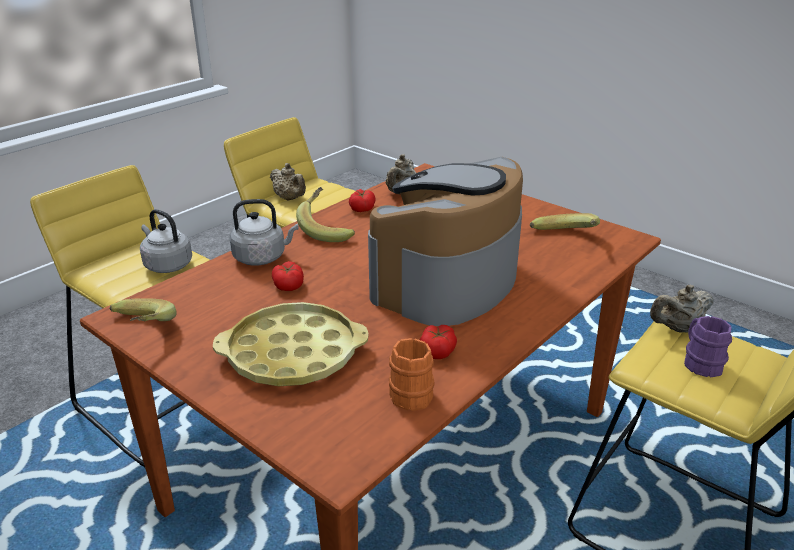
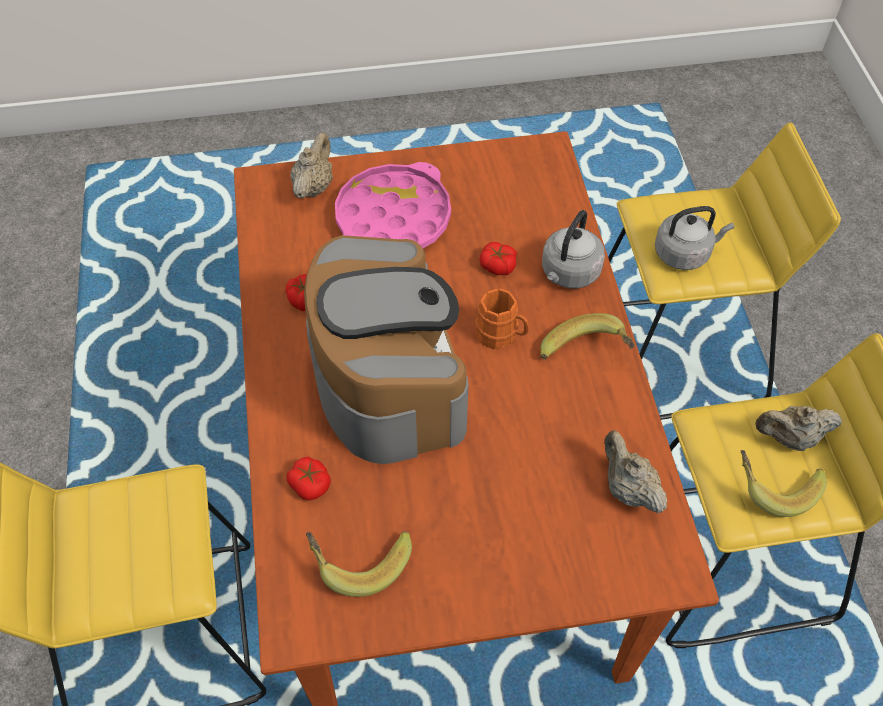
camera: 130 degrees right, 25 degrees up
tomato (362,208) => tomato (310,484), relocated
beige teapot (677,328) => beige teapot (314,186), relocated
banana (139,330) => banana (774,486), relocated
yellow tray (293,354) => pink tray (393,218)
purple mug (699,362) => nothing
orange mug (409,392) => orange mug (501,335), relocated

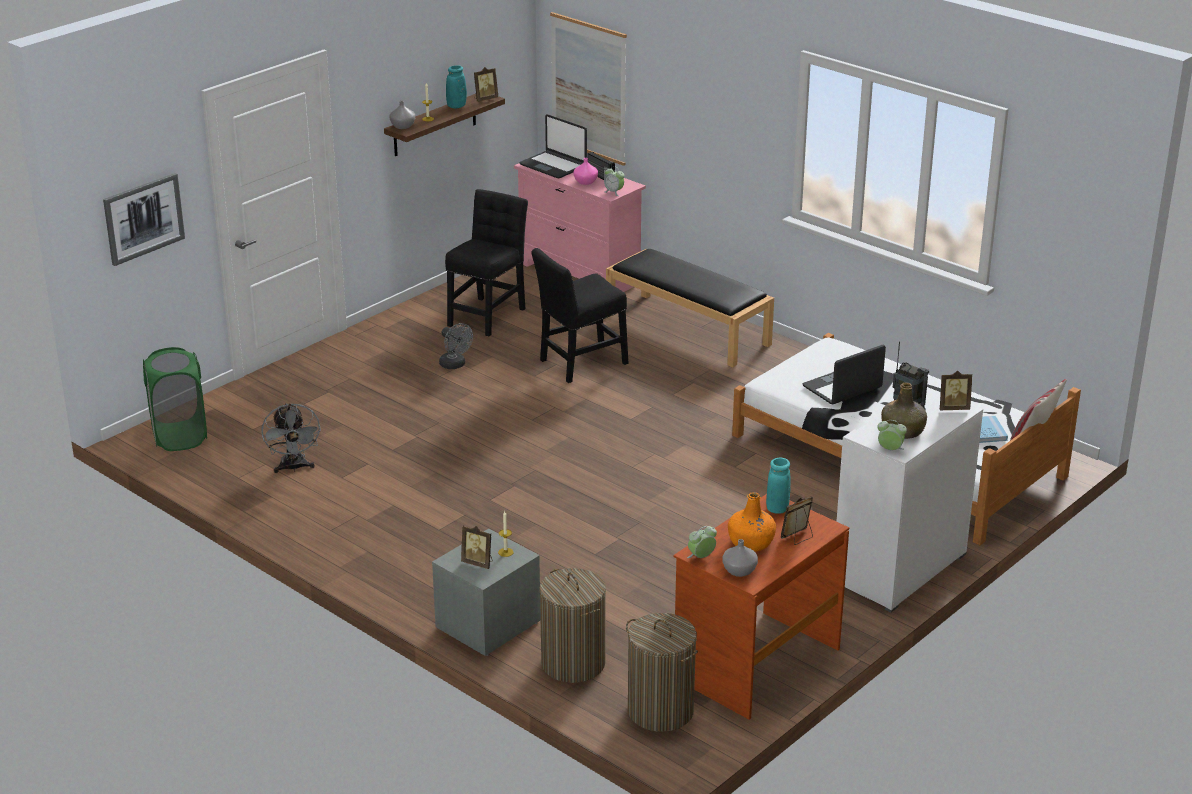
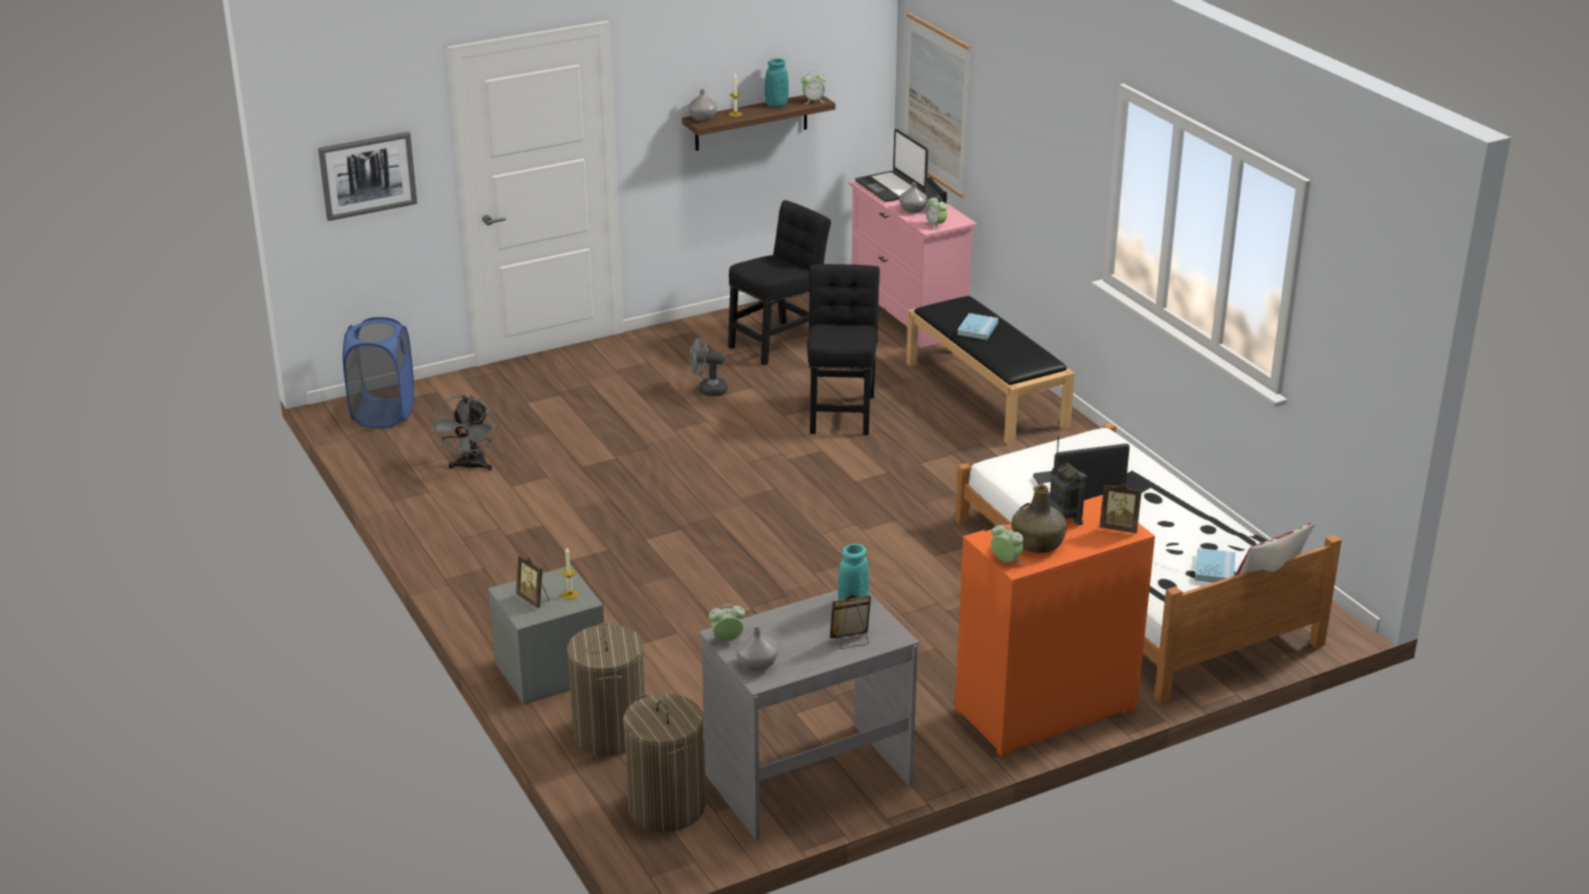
camera: 20 degrees right, 0 degrees up
picture frame (485,99) => alarm clock (813,101)
pink vase (585,182) => grey vase (912,210)
black chair (580,363) => black chair (841,411), 105 degrees clockwise
grey fan (455,365) => grey fan (707,390), 120 degrees clockwise
green laundry basket (179,436) => blue laundry basket (383,414)
white cabinet (900,570) => orange cabinet (1045,711)
orange bottle (751,542) => nothing
brown desk (756,662) => grey desk (807,778)
nothing => blue book (977,328)

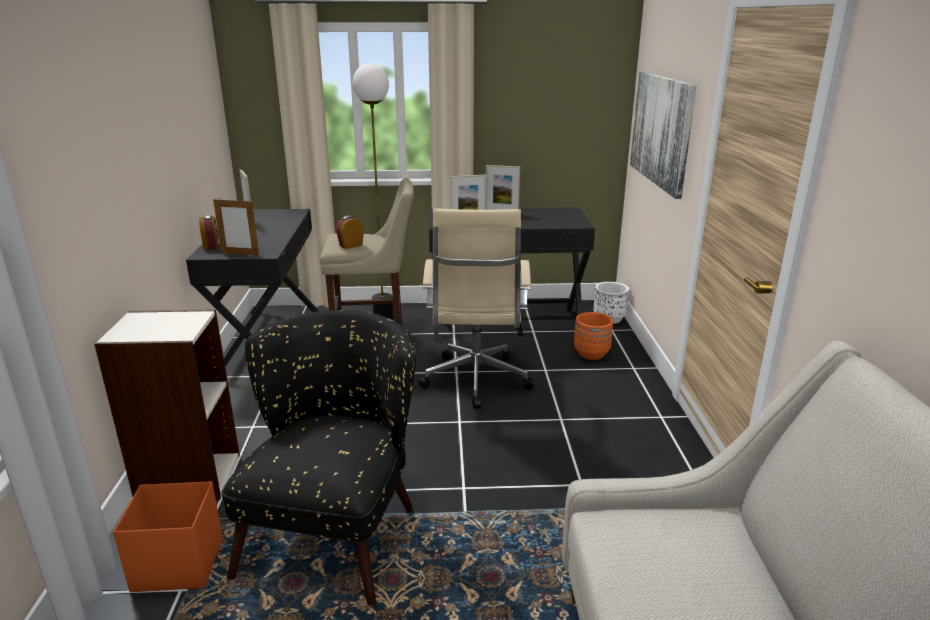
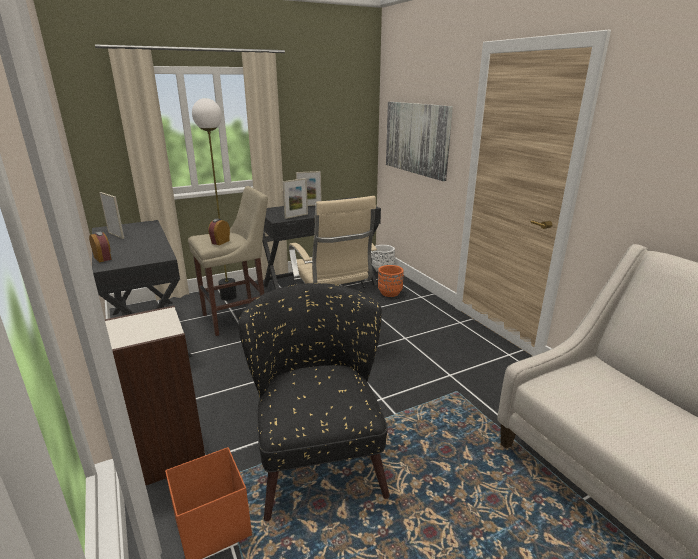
camera: 25 degrees left, 0 degrees up
picture frame (240,253) => nothing

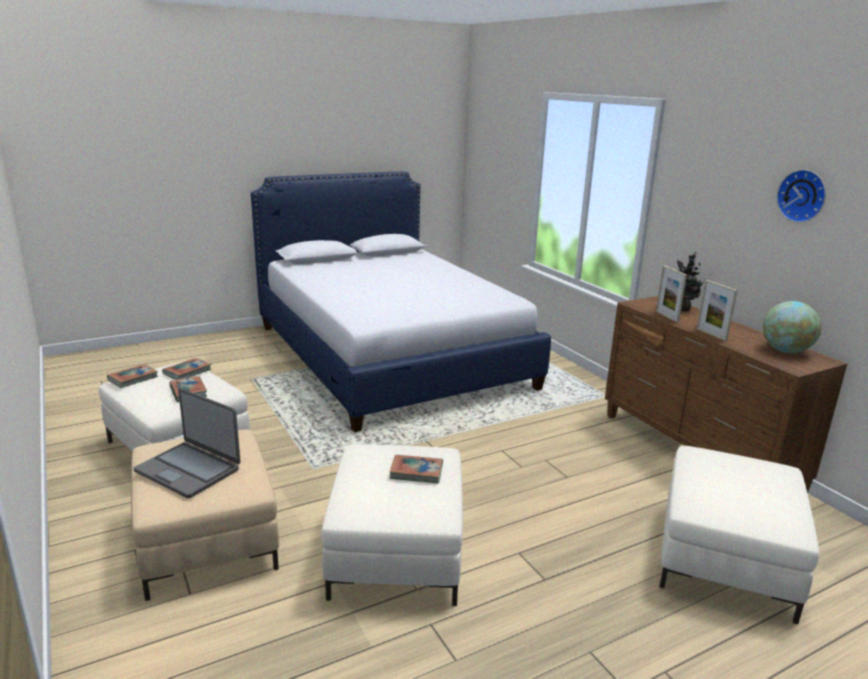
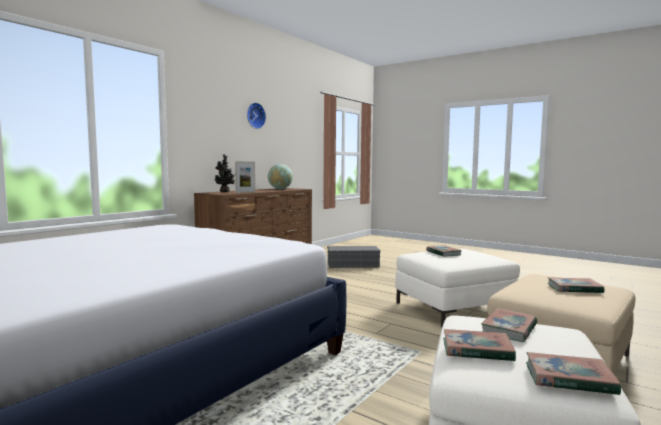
camera: 115 degrees left, 15 degrees down
picture frame (711,334) => nothing
laptop (189,470) => book (574,288)
white ottoman (725,559) => grey storage box (353,264)

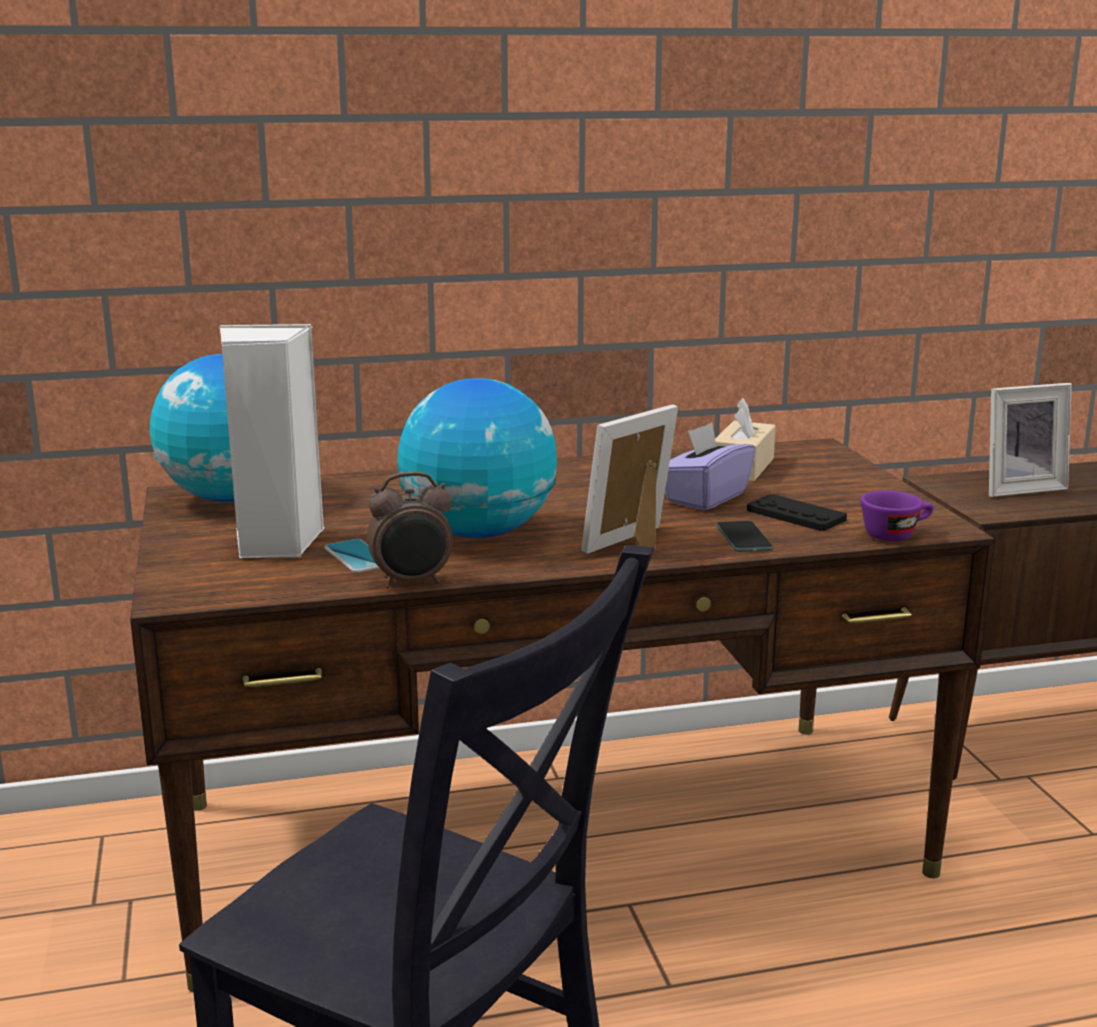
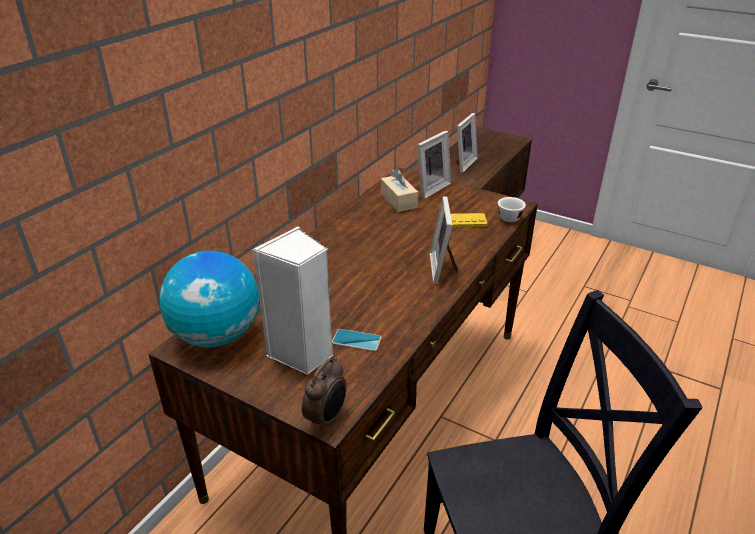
camera: 45 degrees left, 15 degrees up
globe (478,533) => nothing
purple tissue box (705,498) => nothing
alarm clock (412,583) => alarm clock (327,418), relocated
purple cup (895,534) => white cup (510,216)
black game controller (796,515) => yellow game controller (464,221)
phone (743,538) => nothing
nothing => picture frame (430,188)

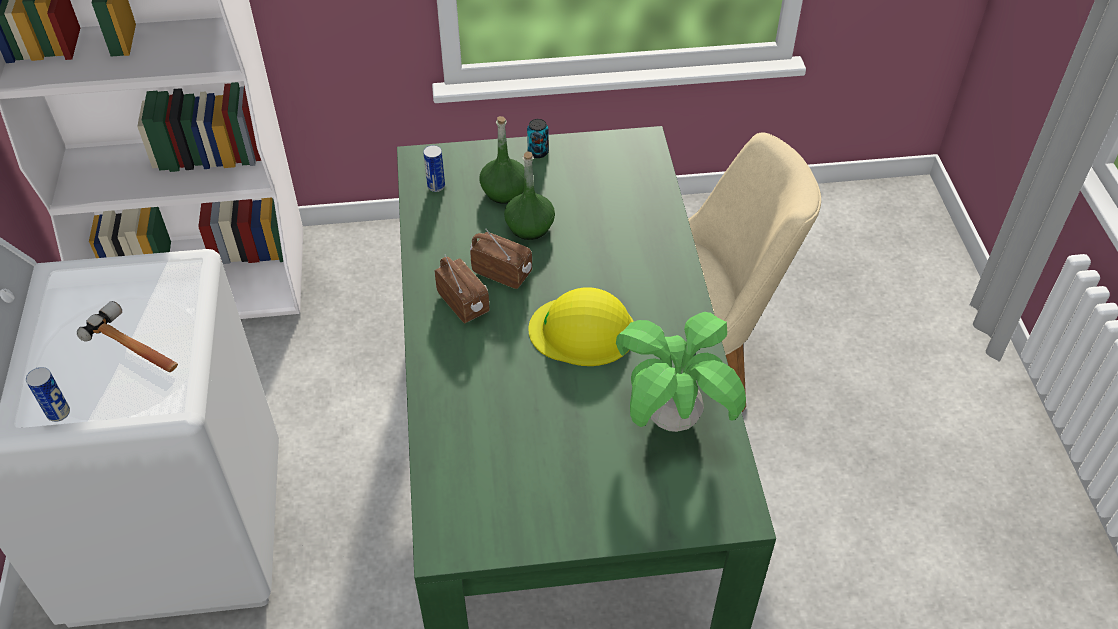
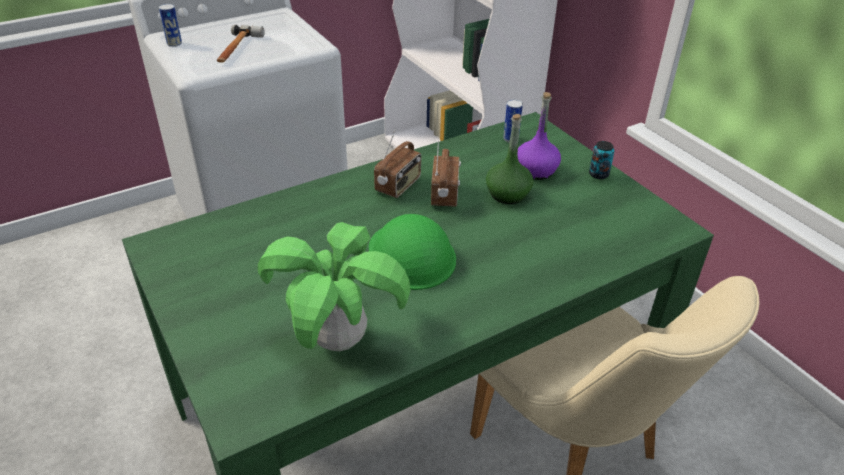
camera: 65 degrees right, 10 degrees down
green bottle (504,191) => purple bottle (536,171)
yellow hard hat (583,331) => green hard hat (411,255)

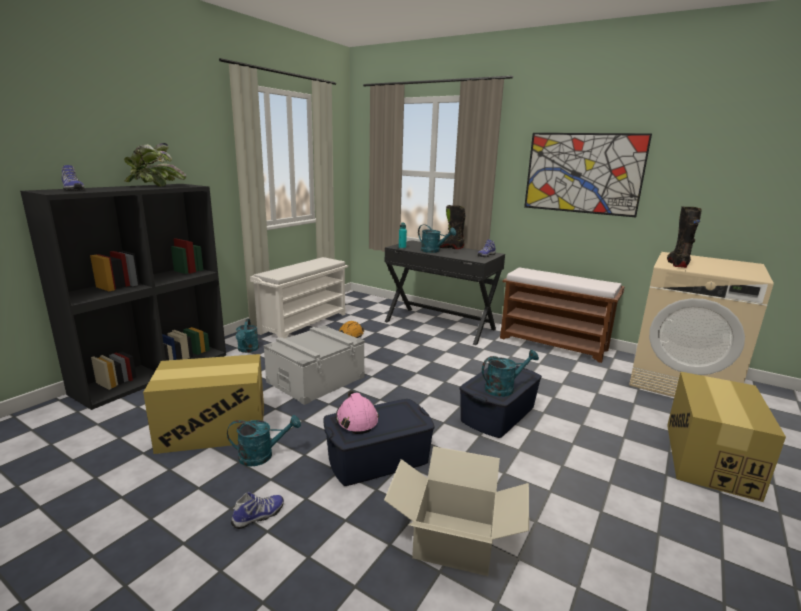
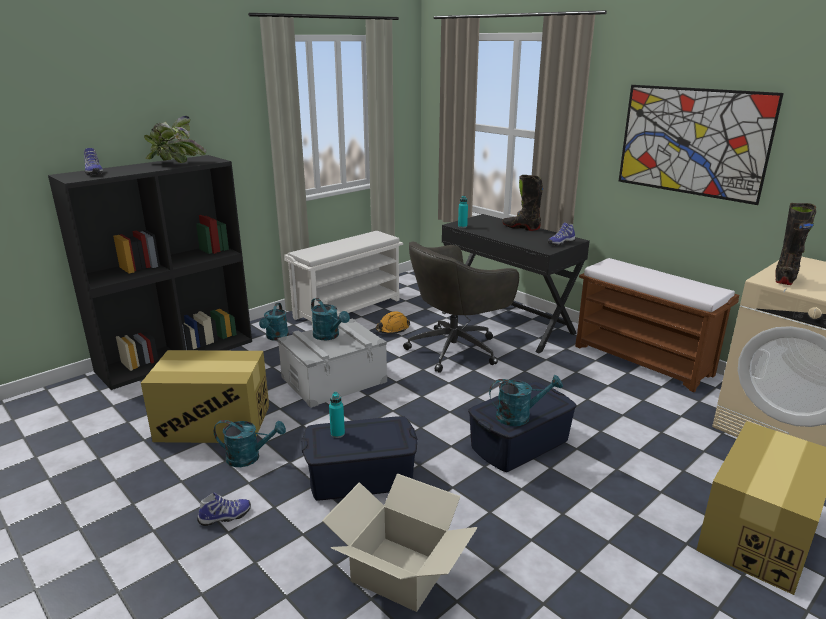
camera: 15 degrees right, 5 degrees up
turquoise watering can (433,251) => turquoise watering can (329,336), relocated
pink hard hat (356,419) => turquoise bottle (337,434)
nothing => grey office chair (456,349)

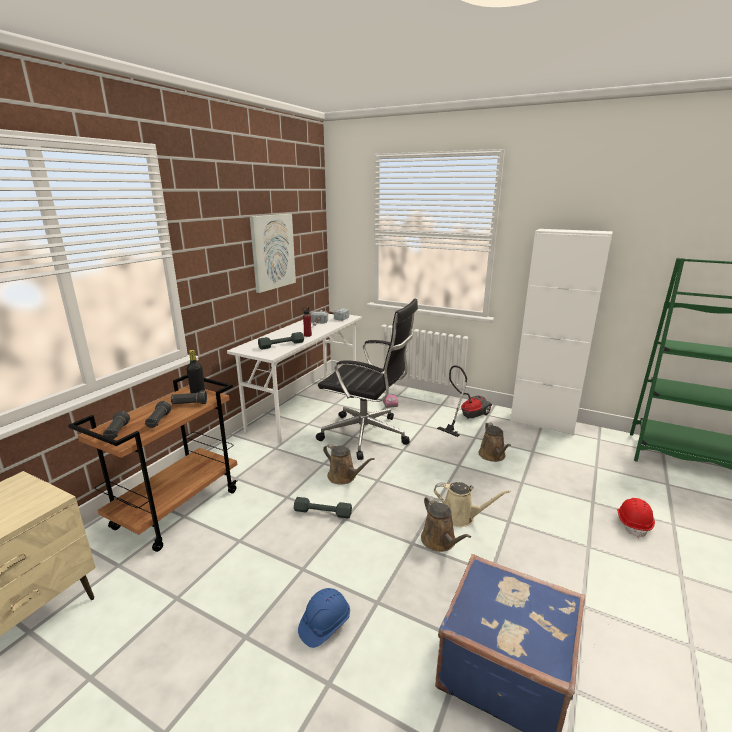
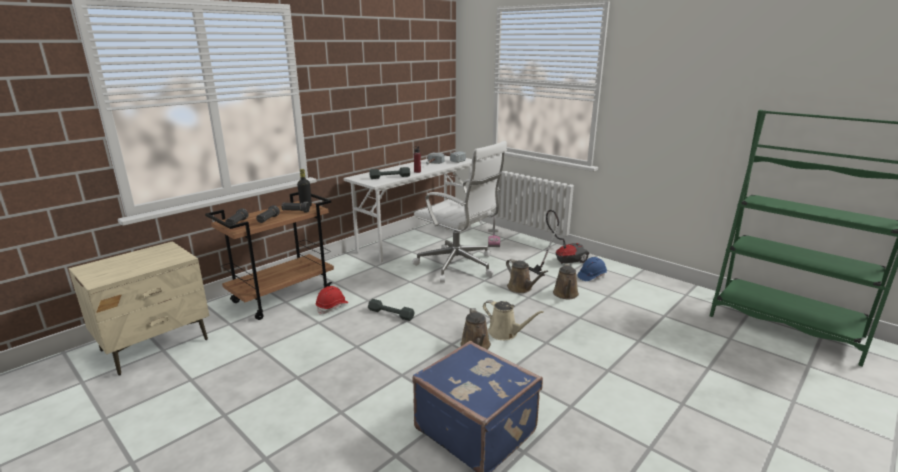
camera: 15 degrees right, 0 degrees up
picture (272,252) => nothing
white cabinet (542,422) => nothing
black office chair (367,435) => white office chair (458,266)
brown watering can (344,477) => brown watering can (521,288), relocated
red hard hat (633,523) => red hard hat (332,307), relocated
blue hard hat (324,624) => blue hard hat (591,276), relocated

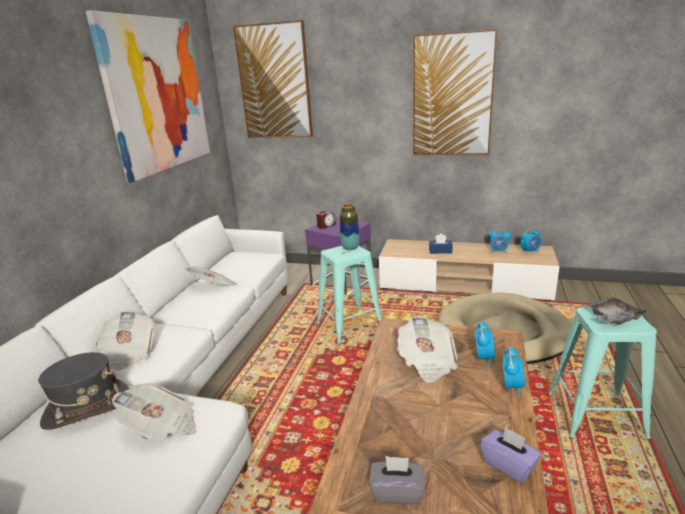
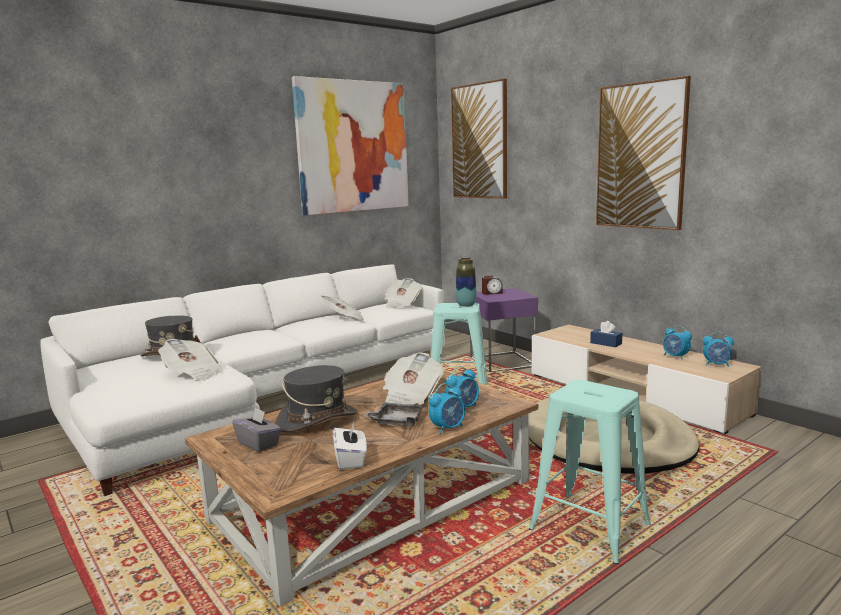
camera: 35 degrees right, 10 degrees down
grey tray (613,318) => grey tray (396,421), relocated
newspaper (128,353) => newspaper (401,304), relocated
purple tissue box (509,465) => white tissue box (351,460)
nothing => grey hat (317,420)

